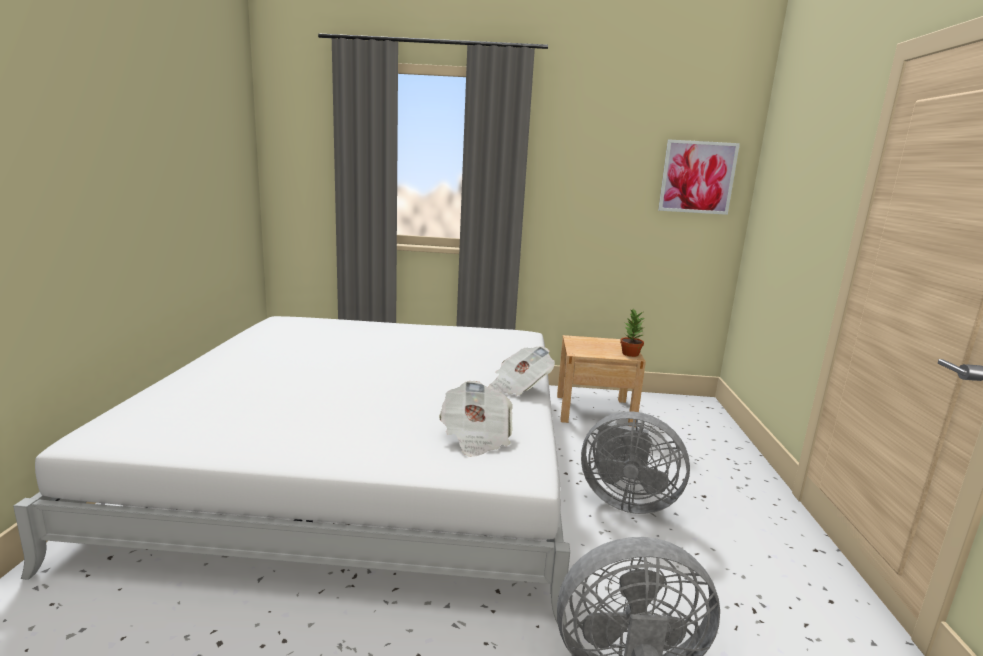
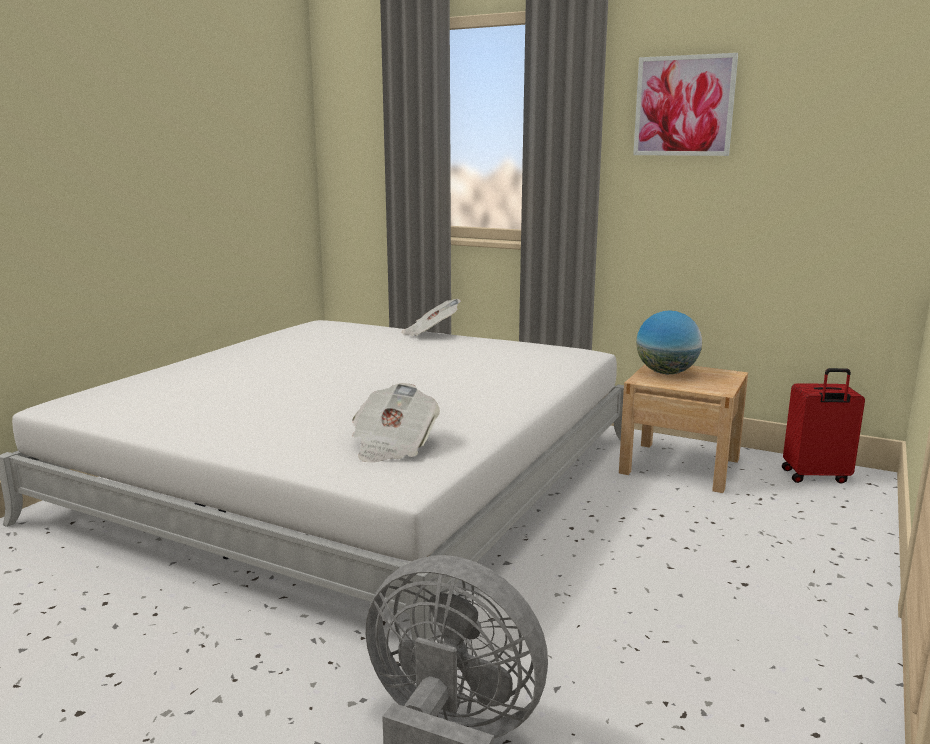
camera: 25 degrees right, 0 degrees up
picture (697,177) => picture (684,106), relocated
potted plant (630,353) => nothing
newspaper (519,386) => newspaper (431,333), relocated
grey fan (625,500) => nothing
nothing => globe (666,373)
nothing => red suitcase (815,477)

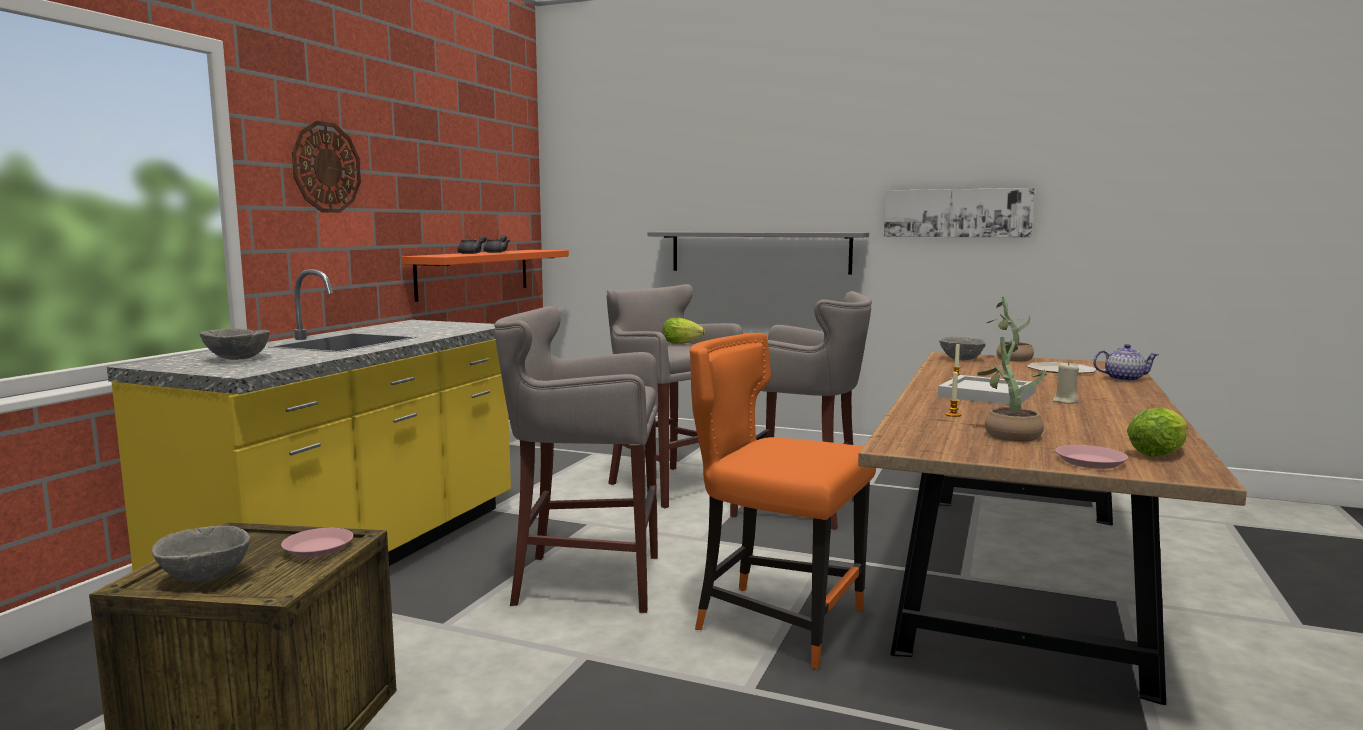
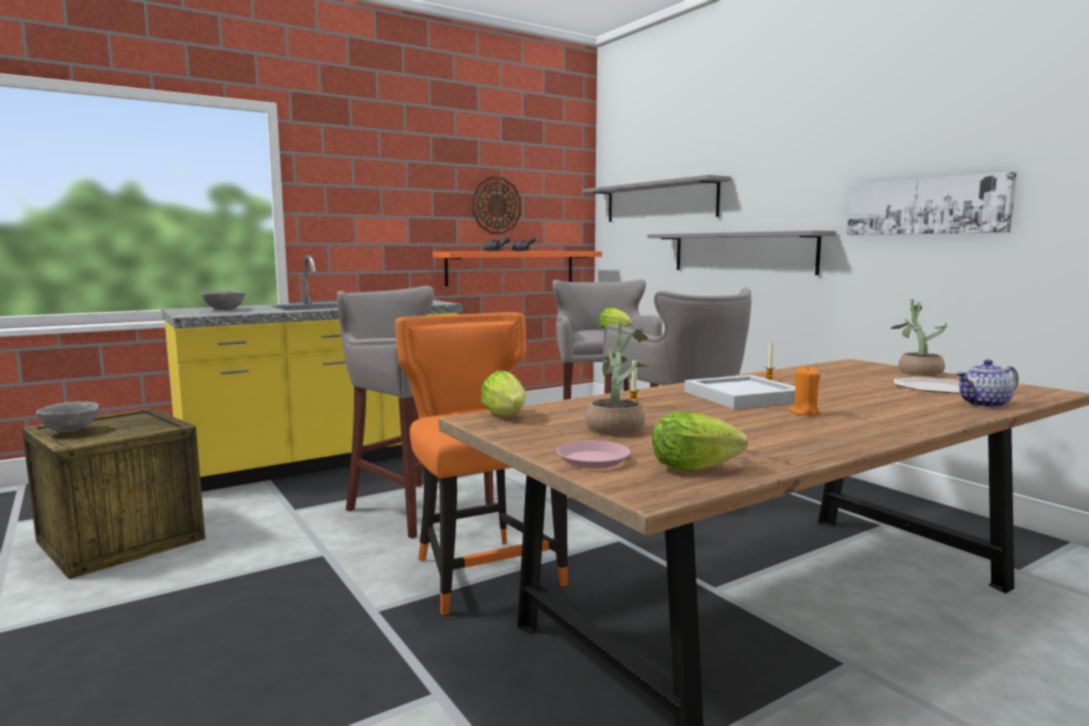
camera: 35 degrees right, 0 degrees up
wall clock (326,167) => wall clock (496,205), relocated
grey bowl (961,359) => nothing
teapot (1124,379) => teapot (984,404), 120 degrees clockwise
beige candle (1065,401) => orange candle (804,413)
pink plate (318,547) => nothing
nothing => grey shelf (659,201)
nothing => lettuce (507,416)

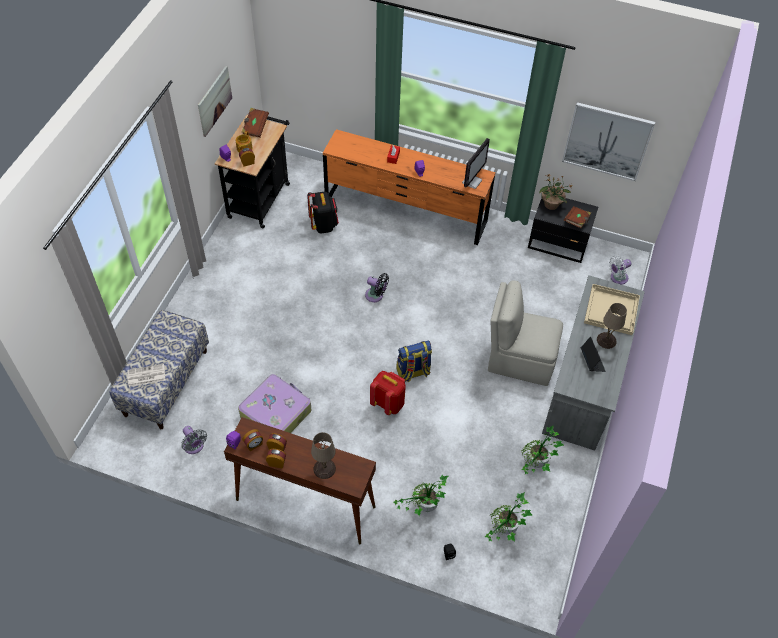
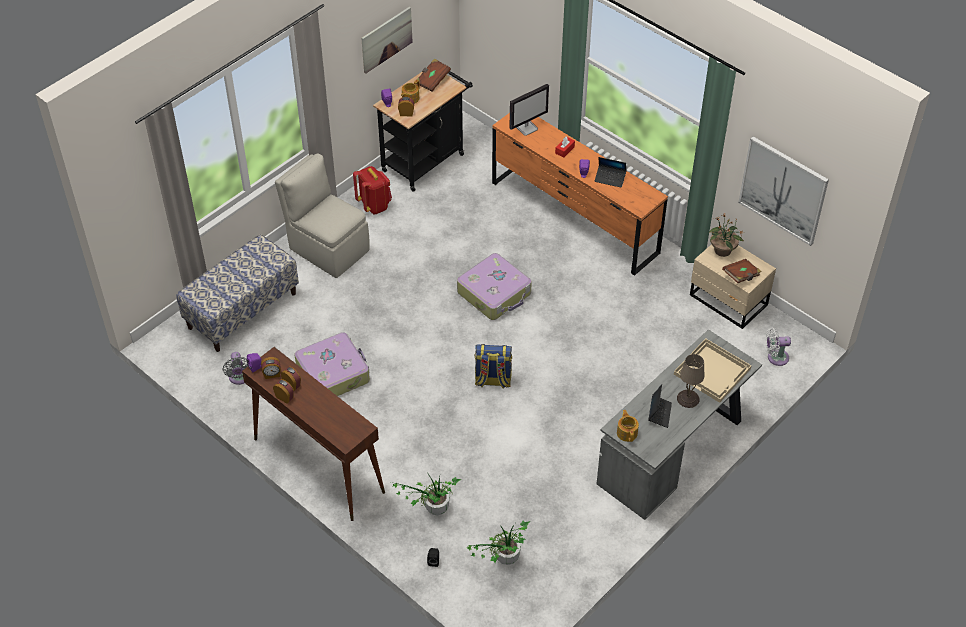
camera: 25 degrees right, 5 degrees down
monitor (472,181) => monitor (527,128), relocated
black backpack (324,225) => nothing
black nightstand (559,244) => beige nightstand (728,301)
black fan (376,296) => suitcase (495,293)
beige chair (519,359) => beige chair (328,248), relocated
newspaper (146,376) => nothing
red backpack (388,403) => red backpack (374,205), relocated
potted plant (535,465) => nothing
beige table lamp (324,469) => nothing
nothing => laptop (610,178)
nothing => teapot (627,432)

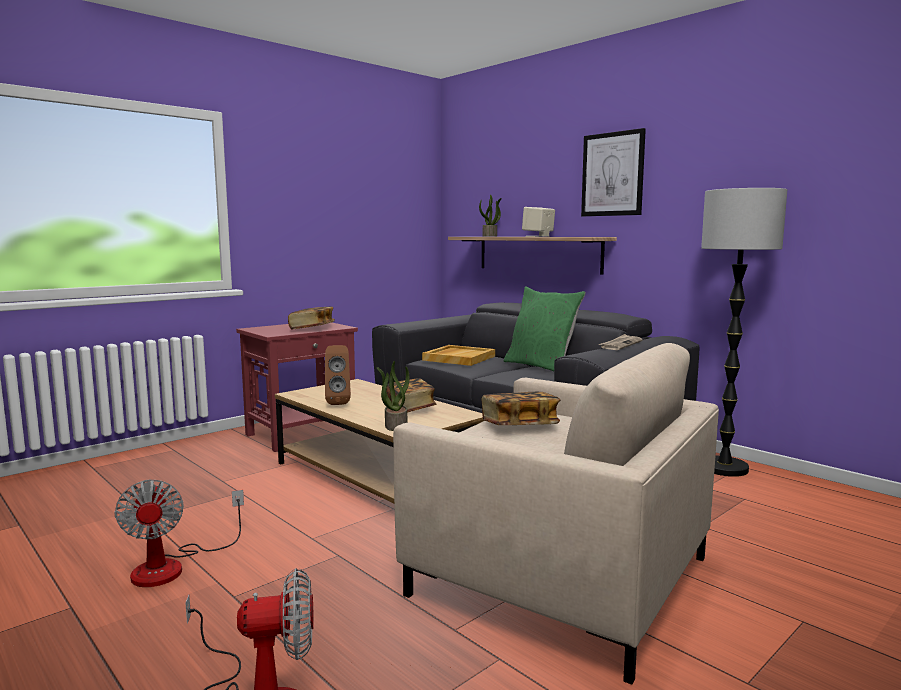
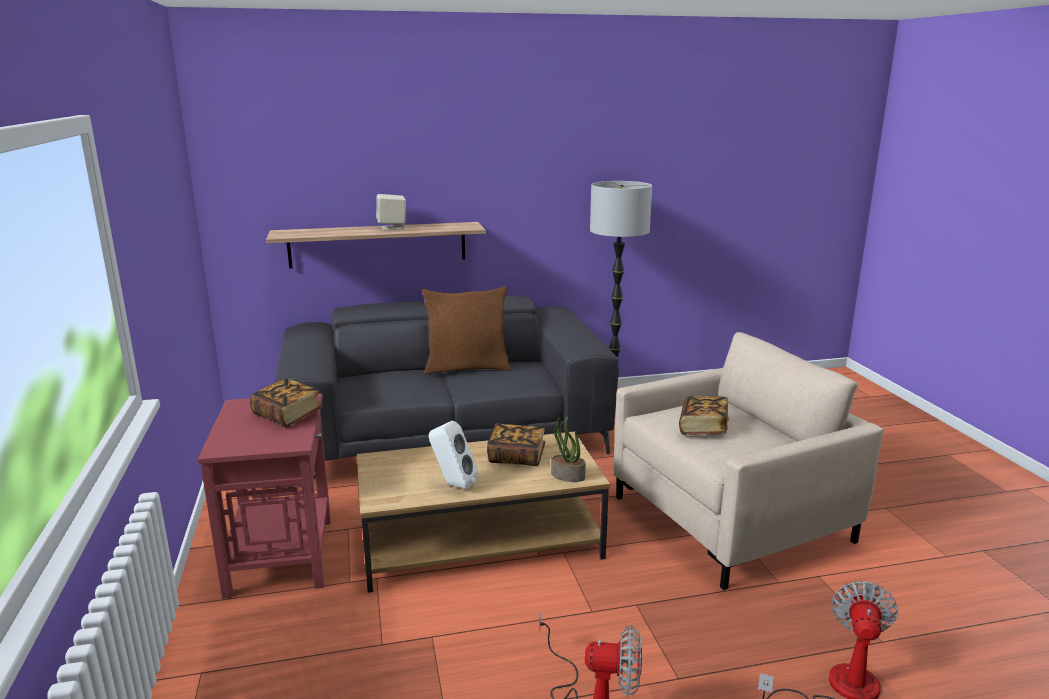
camera: 60 degrees left, 10 degrees up
picture (612,174) => nothing
potted plant (490,236) => nothing
green pillow (541,367) => brown pillow (467,367)
newspaper (620,344) => nothing
brown speaker (338,403) => white speaker (453,485)
beige tray (459,358) => nothing

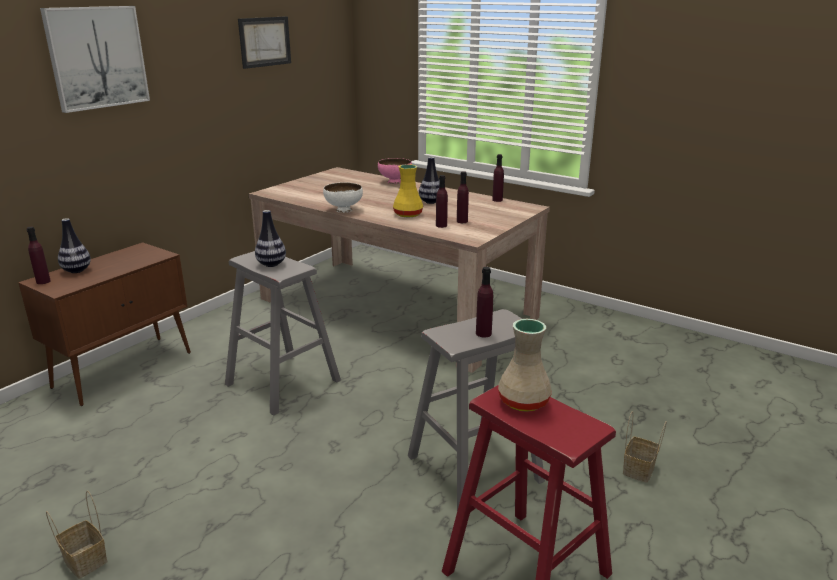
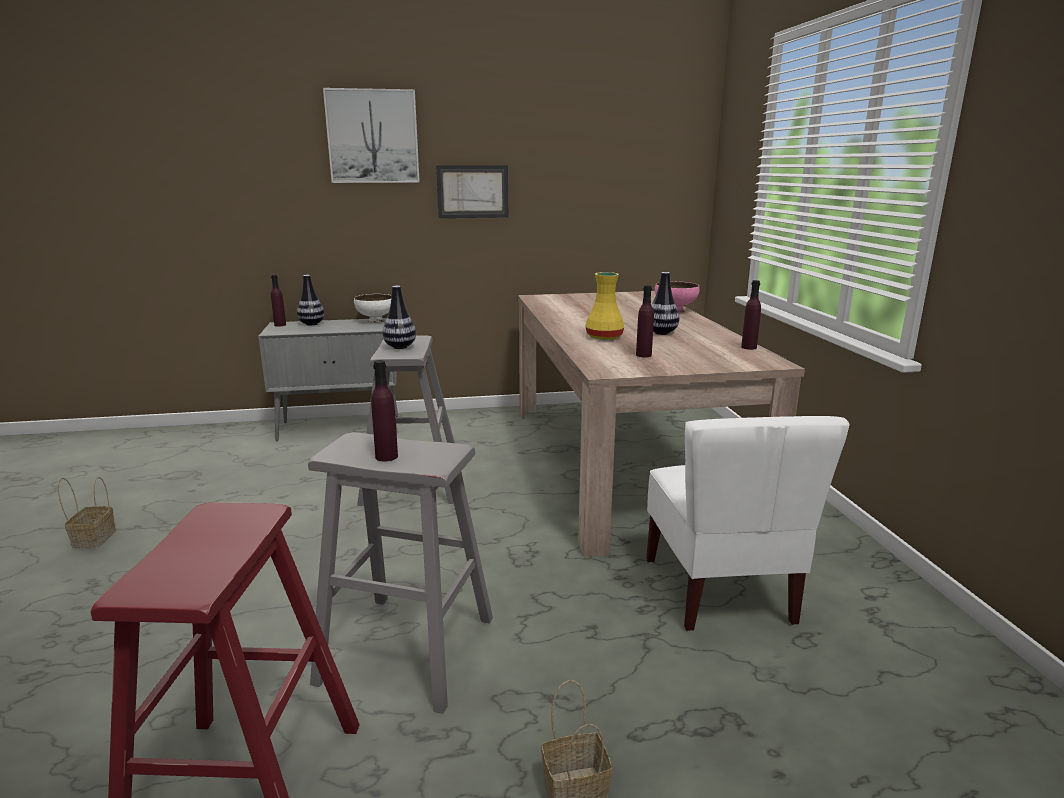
camera: 45 degrees right, 5 degrees down
picture (264,41) => picture (472,191), relocated
purple bottle (441,225) => nothing
white bowl (343,210) => white bowl (375,321), relocated
brown cabinet (124,369) => grey cabinet (341,428)
beige vase (524,402) => nothing
nothing => white chair (720,591)

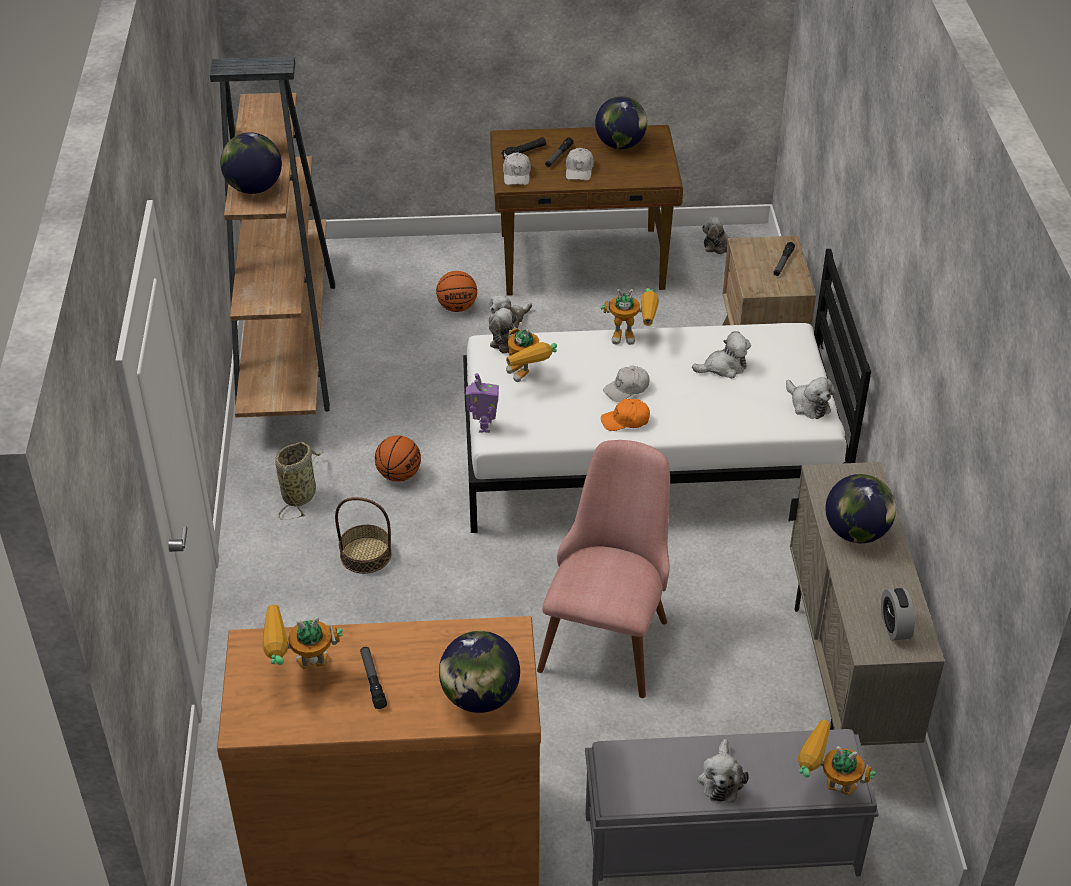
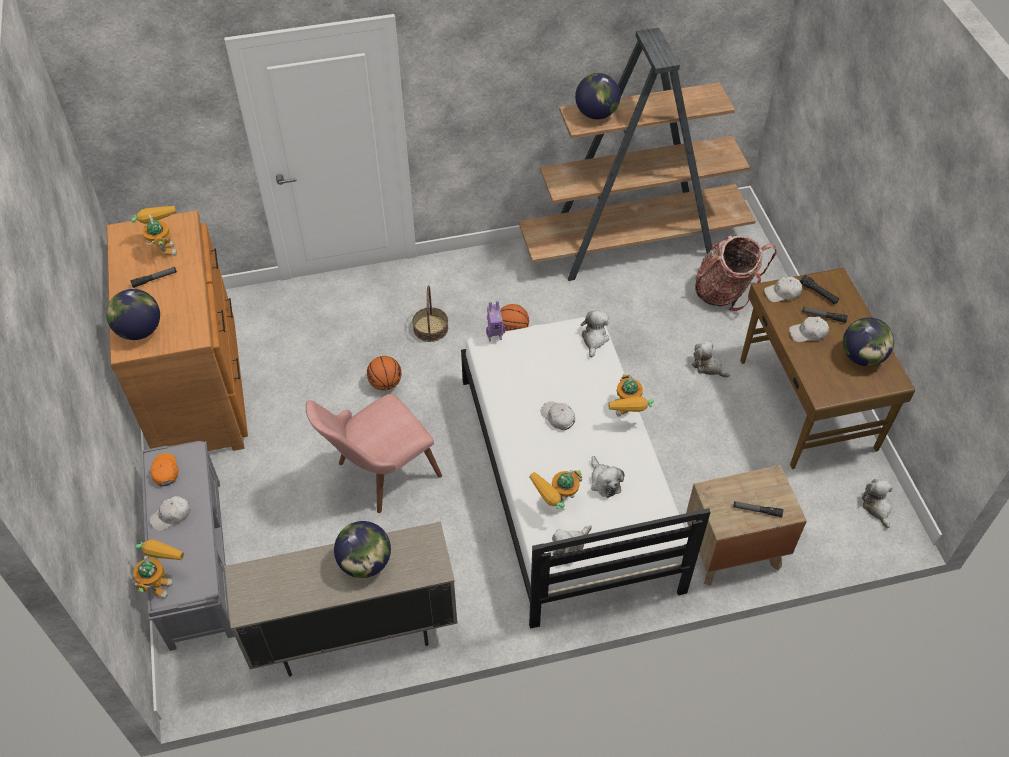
camera: 80 degrees right, 10 degrees up
basketball (457,307) => basketball (385,383), relocated
toy robot (527,378) => toy robot (556,504), relocated
orange cap (625,421) => orange cap (165,471), relocated
pink chair (609,632) => pink chair (378,475), 135 degrees clockwise
basket (300,494) => nothing
alarm clock (894,627) => nothing
plush toy (721,779) => white cap (171,516)
nothing => backpack (725,292)

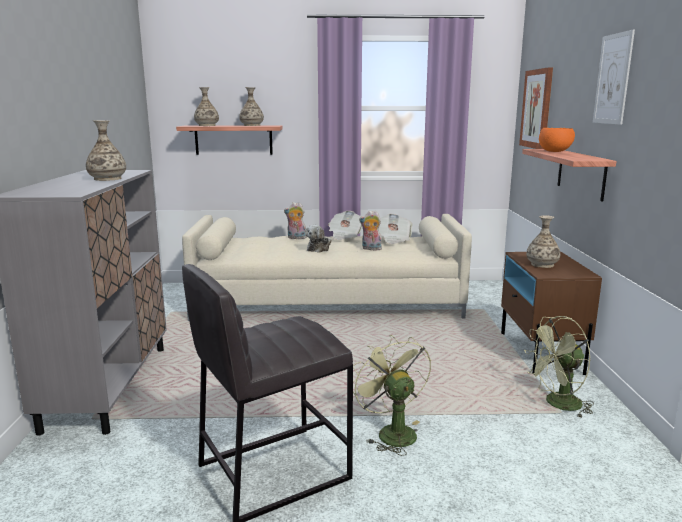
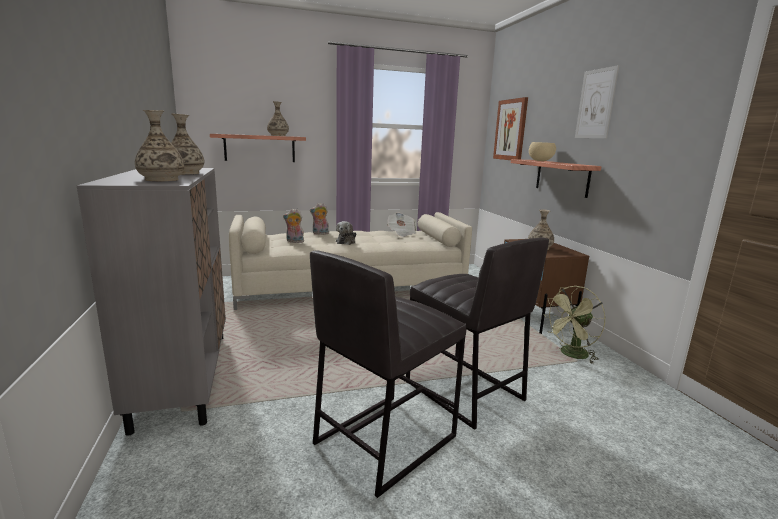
camera: 15 degrees left, 0 degrees up
vase (207,125) => vase (161,179), relocated
orange bowl (554,151) => beige bowl (540,161)
newspaper (345,235) => nothing
plush toy (371,249) => plush toy (294,242), relocated
green fan (391,432) => grey stool (464,391)

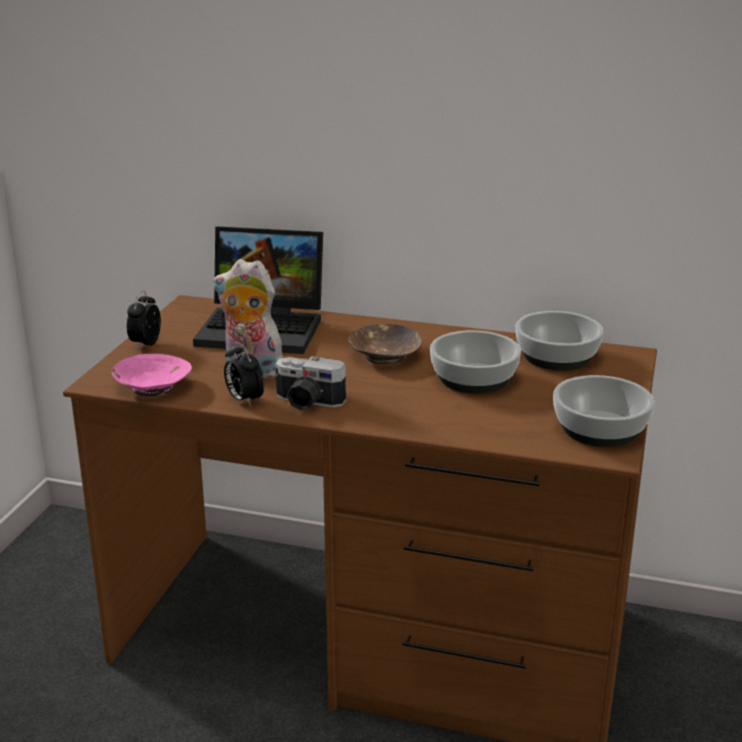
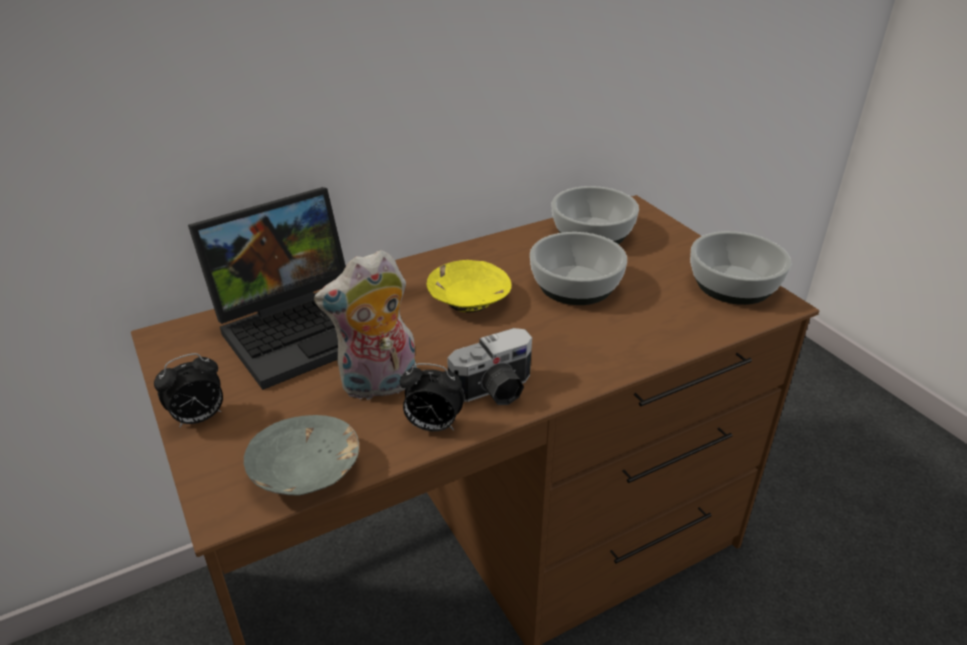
camera: 45 degrees left, 10 degrees up
alarm clock (145,344) => alarm clock (199,418), 90 degrees counterclockwise
brown bowl (383,355) => yellow bowl (468,300)
pink bowl (153,387) => grey bowl (306,471)

